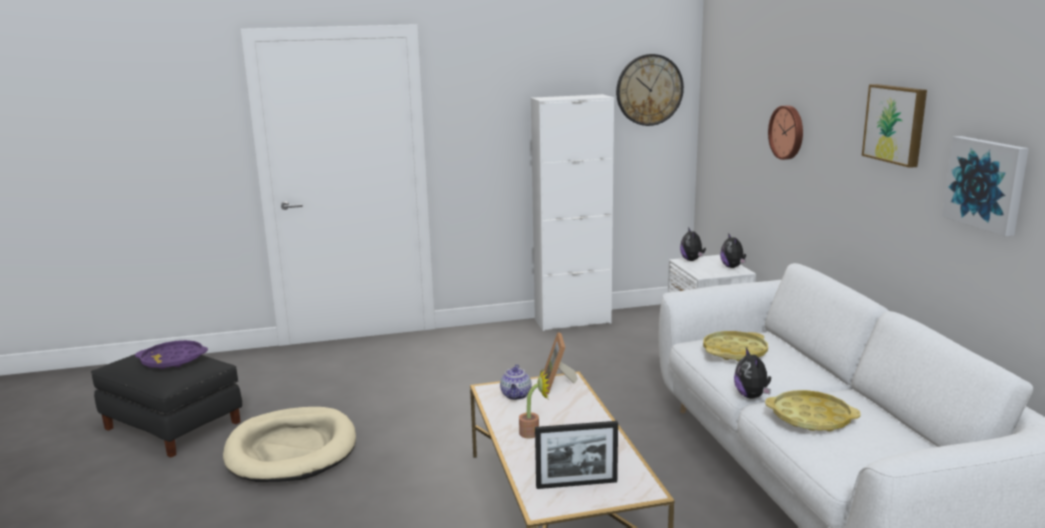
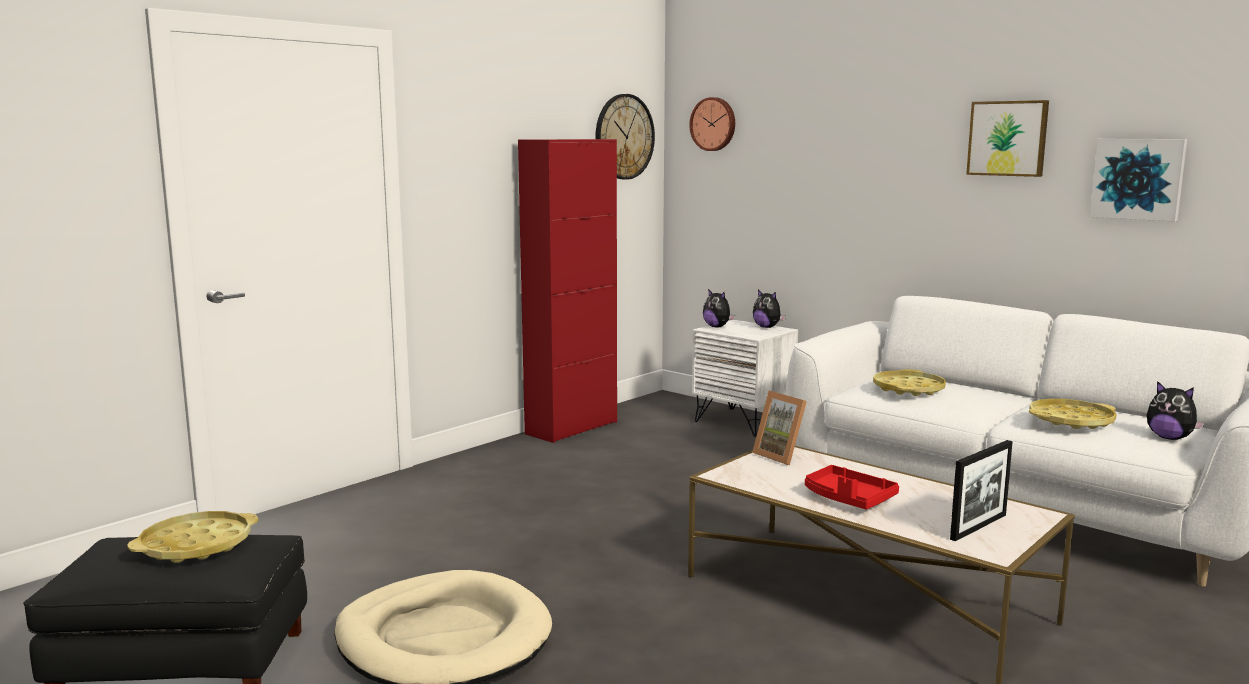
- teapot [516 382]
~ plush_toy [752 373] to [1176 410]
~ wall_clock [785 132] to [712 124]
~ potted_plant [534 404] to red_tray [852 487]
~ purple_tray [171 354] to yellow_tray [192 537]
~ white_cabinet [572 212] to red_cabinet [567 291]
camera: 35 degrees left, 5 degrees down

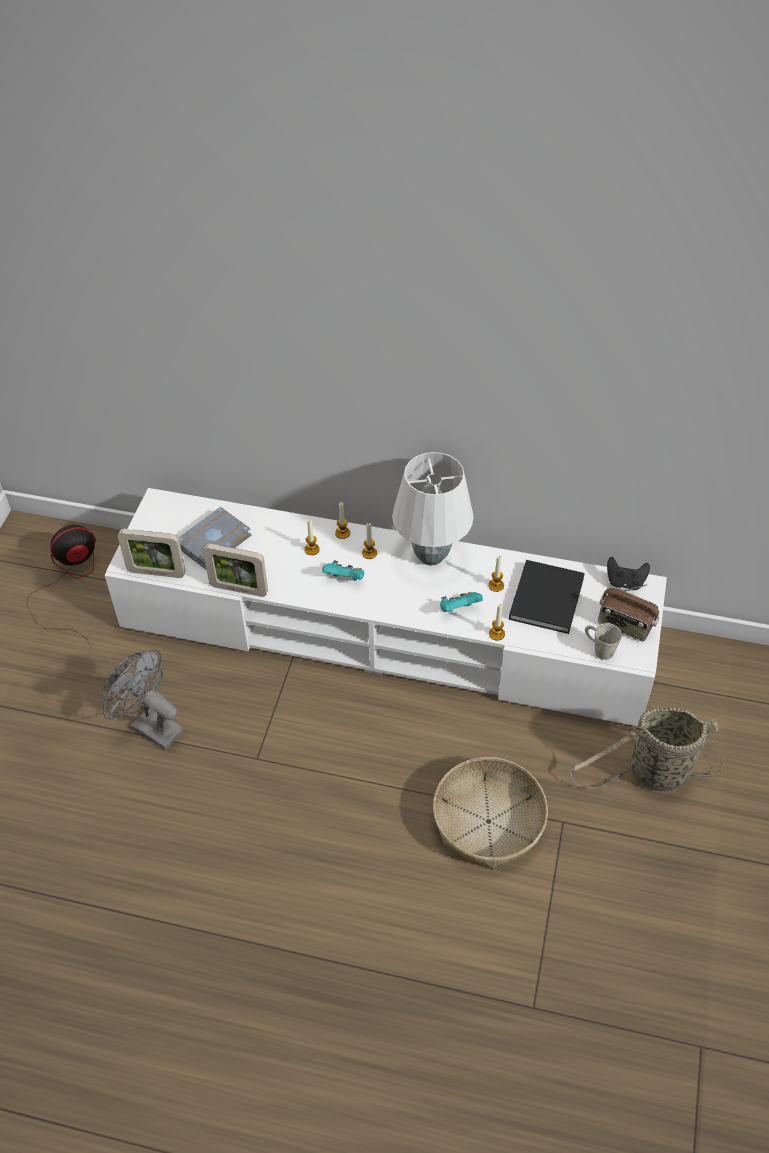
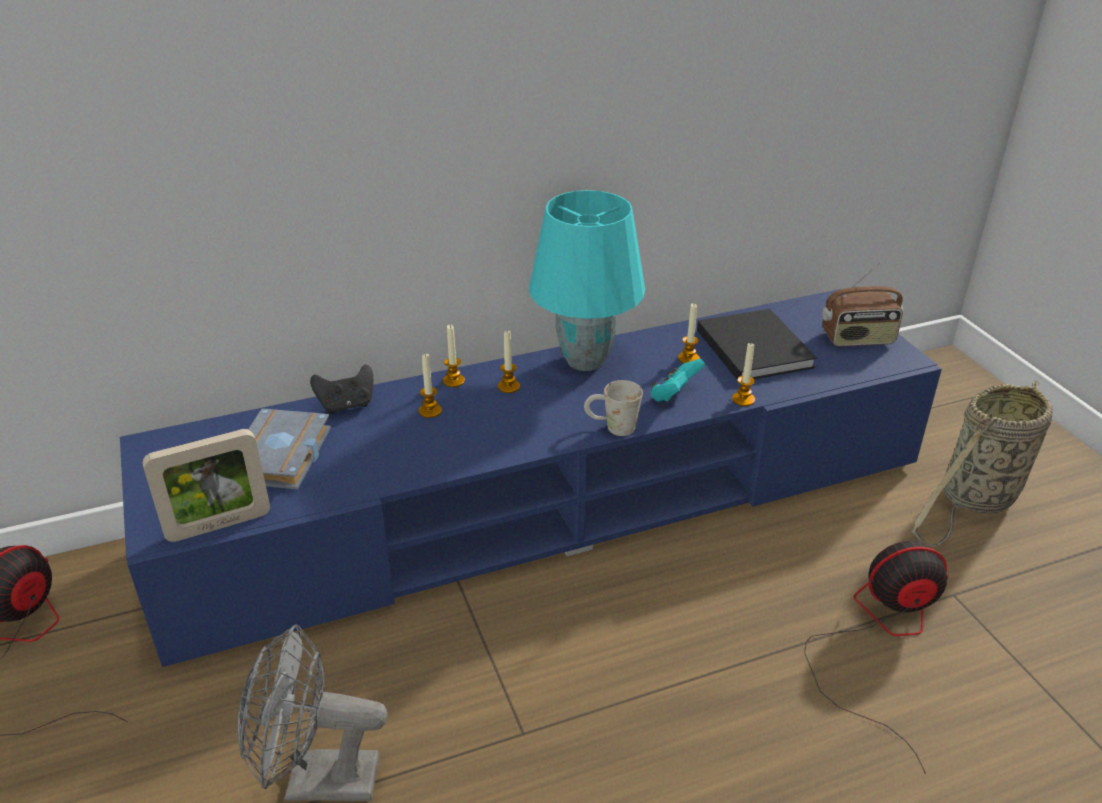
- picture_frame [235 570]
- turquoise_game_controller [343 570]
~ white_mug [603 641] to [613 408]
~ black_game_controller [628 573] to [341 389]
~ basket [490 813] to fan [876 657]
~ white_tv_stand [385 607] to blue_tv_stand [531 478]
~ white_table_lamp [433 508] to turquoise_table_lamp [587 280]
camera: 35 degrees left, 15 degrees down

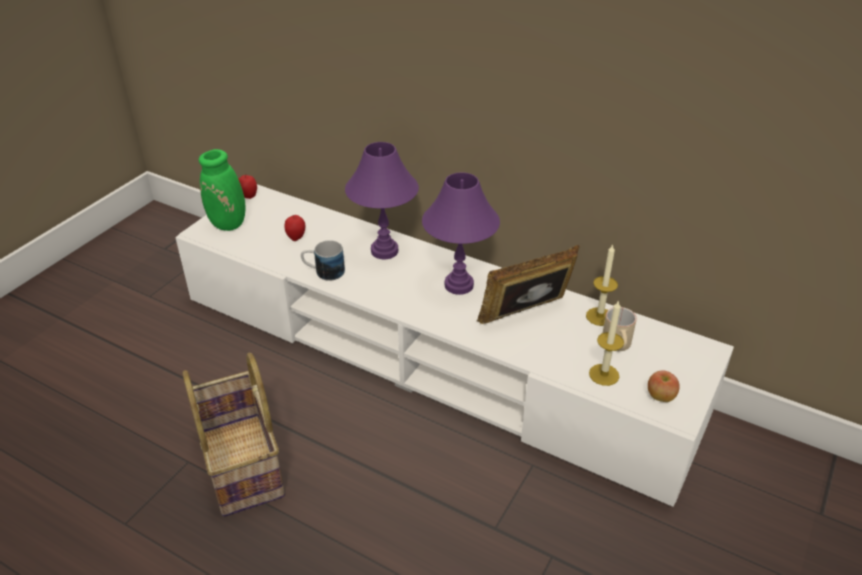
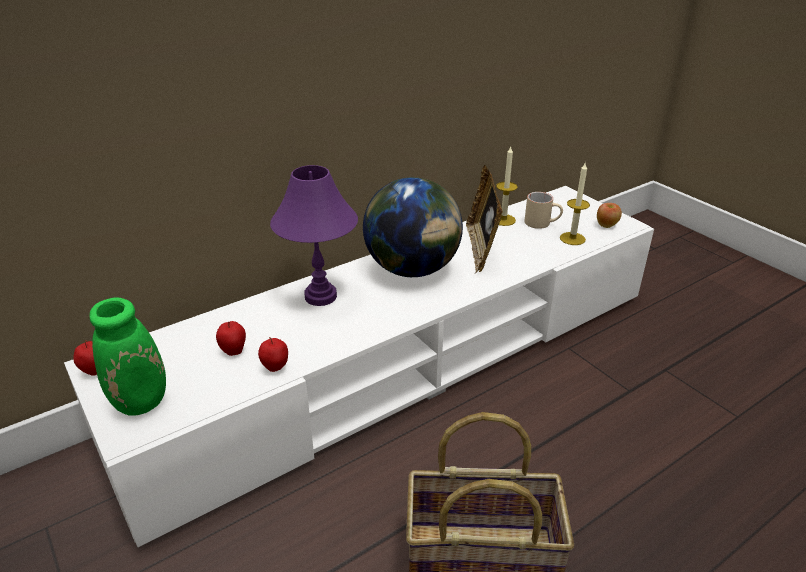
- mug [323 260]
+ apple [273 354]
~ purple_table_lamp [461 233] to globe [413 227]
camera: 65 degrees left, 5 degrees down

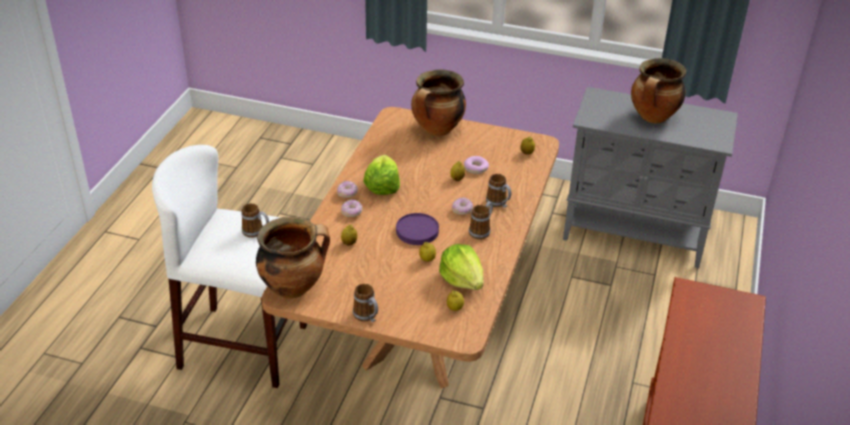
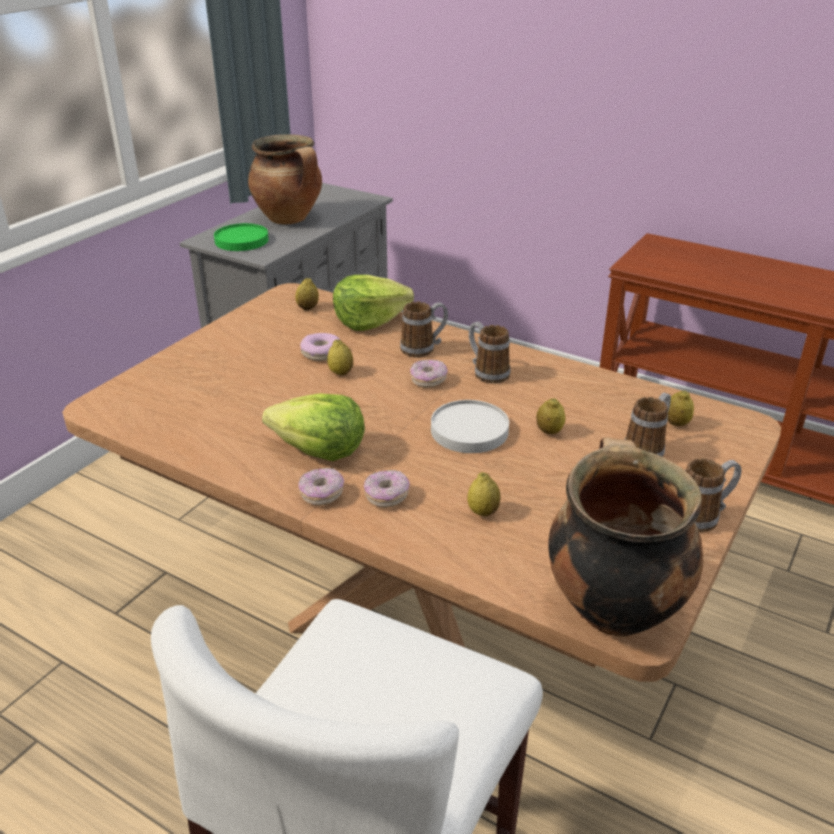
- cooking_pot [438 102]
+ green_plate [241 237]
~ mug [255 220] to [648 425]
~ lettuce [461 267] to [373 303]
~ purple_plate [417 229] to white_plate [470 426]
camera: 75 degrees left, 5 degrees down

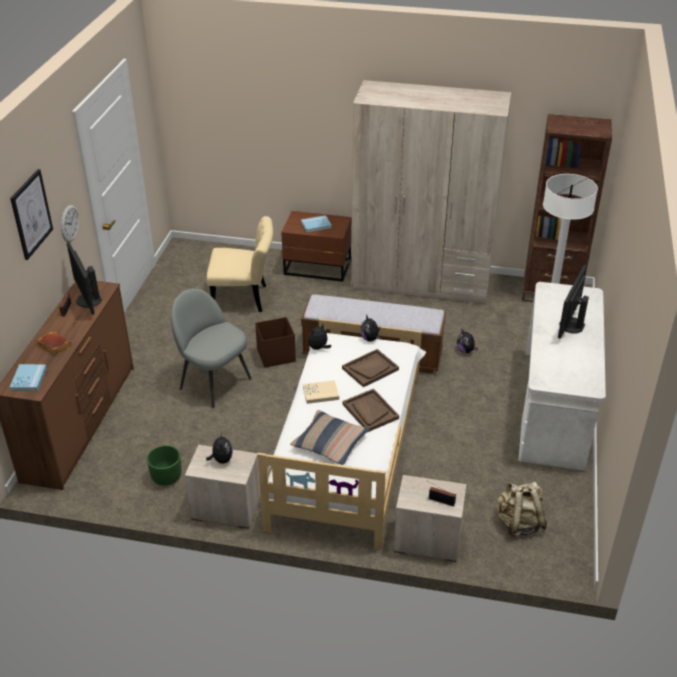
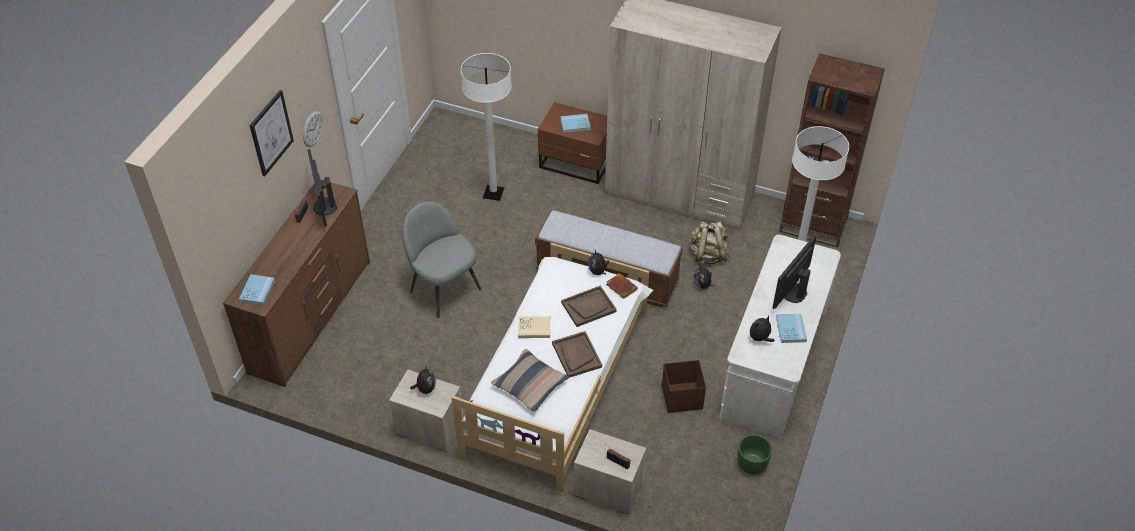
+ blue_book [791 328]
~ brown_book [54 342] to [622 286]
~ green_planter [164 465] to [754 454]
~ brown_storage_box [275 342] to [684 386]
~ plush_toy [319 337] to [762 329]
~ beige_backpack [522 509] to [709 242]
~ beige_chair [240 264] to white_floor_lamp [486 127]
camera: 10 degrees right, 10 degrees up

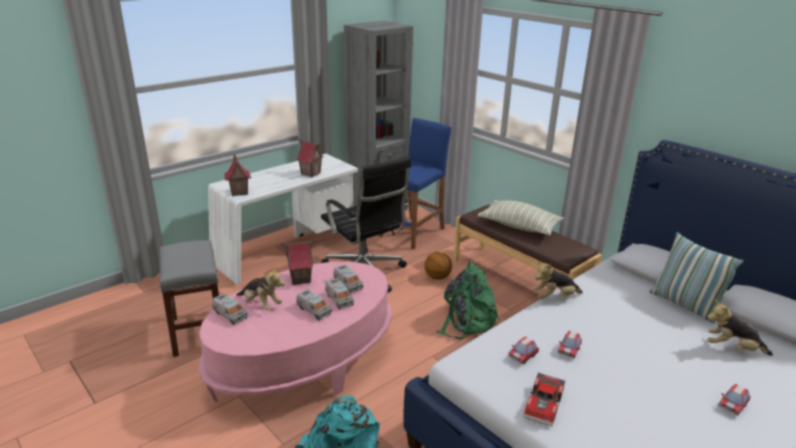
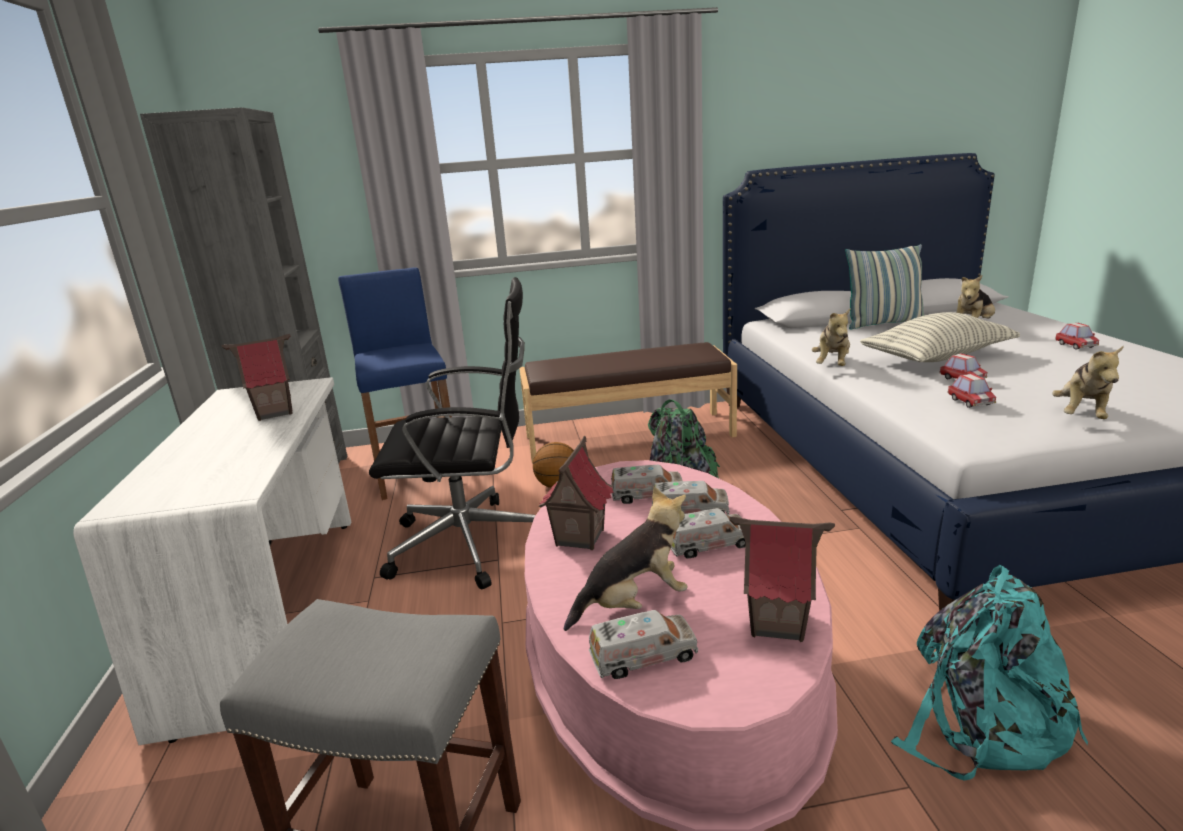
~ toy_house [237 174] to [782 579]
~ pillow [521 218] to [940 337]
~ toy_car [544 399] to plush_toy [1088 382]
camera: 55 degrees left, 5 degrees down

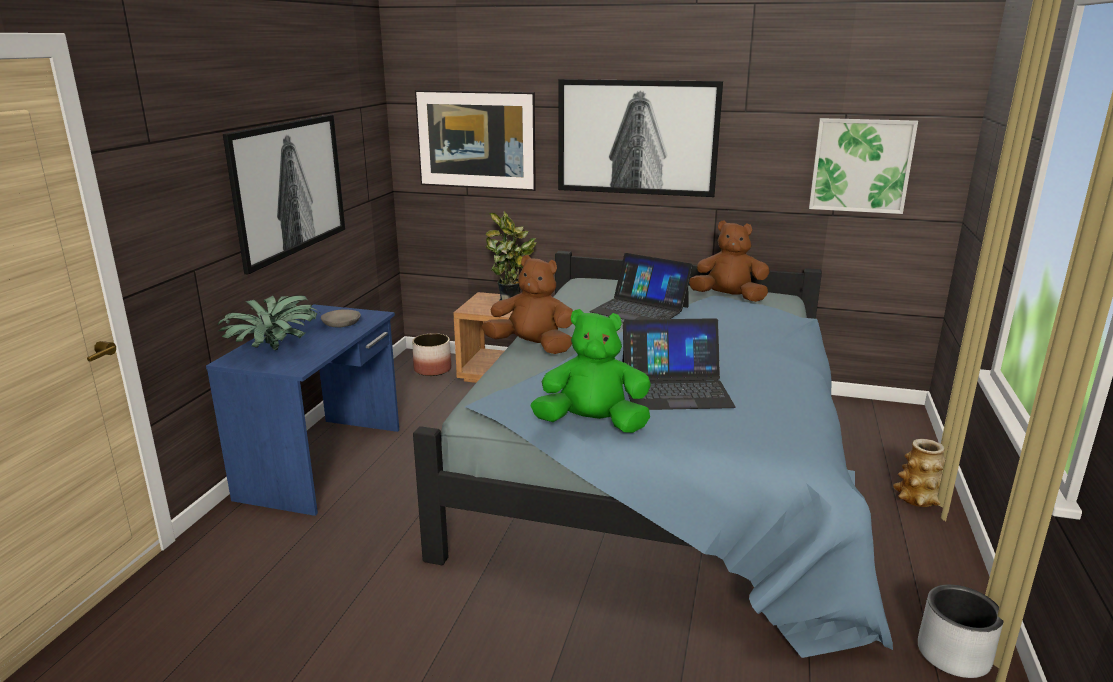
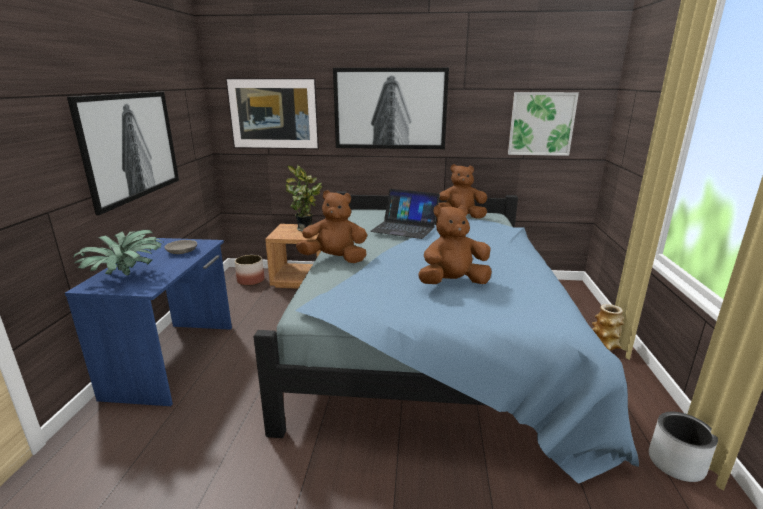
- green_plush_toy [591 371]
~ laptop [678 364] to brown_plush_toy [455 244]
camera: 10 degrees left, 0 degrees up

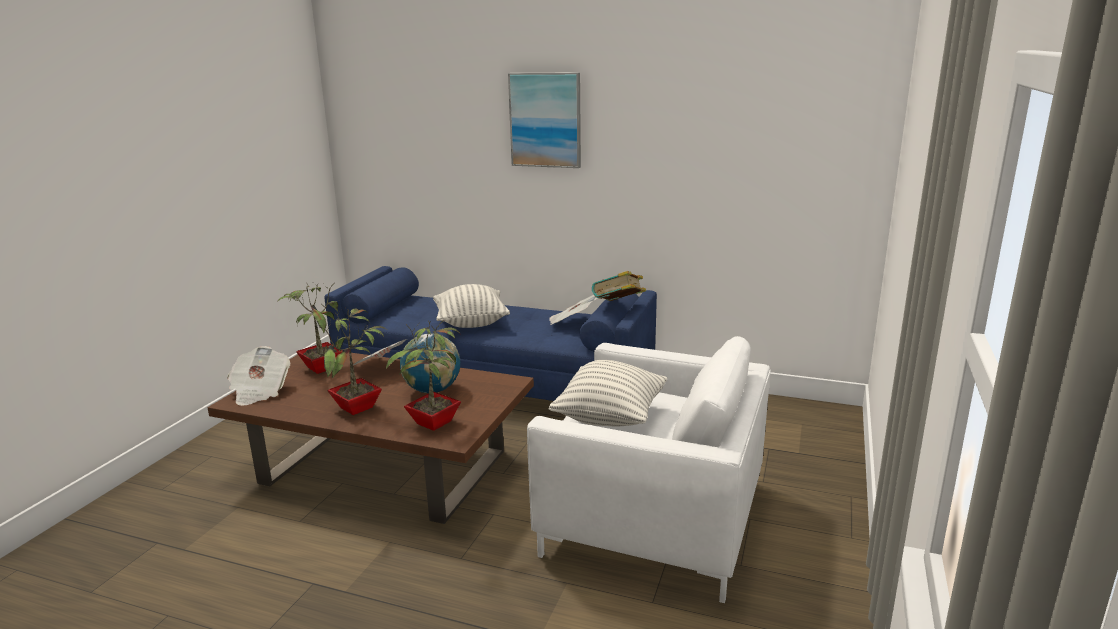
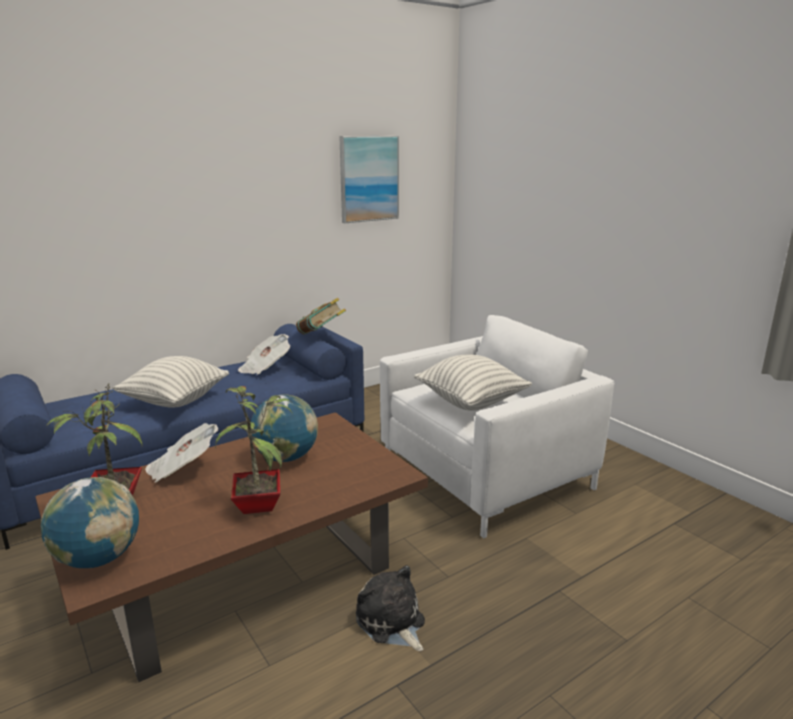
- potted_plant [423 375]
+ plush_toy [390 608]
~ picture [544 120] to [369 179]
~ newspaper [258 376] to globe [90 522]
camera: 55 degrees left, 0 degrees up

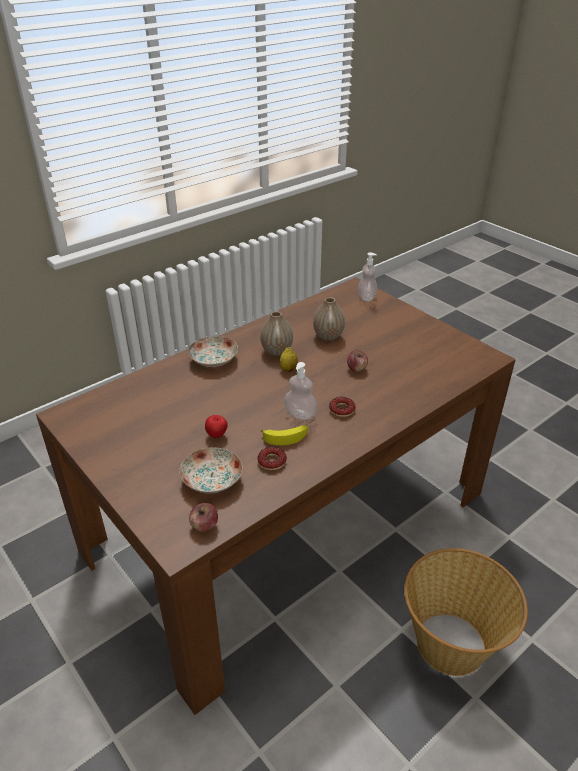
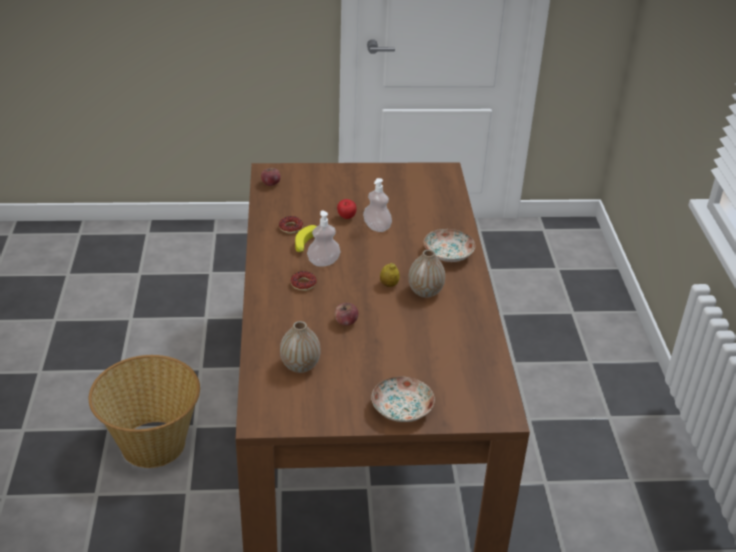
~ plate [210 470] to [403 399]
~ vase [329 319] to [300 347]
~ soap_dispenser [367 277] to [377 205]
camera: 125 degrees right, 0 degrees up

